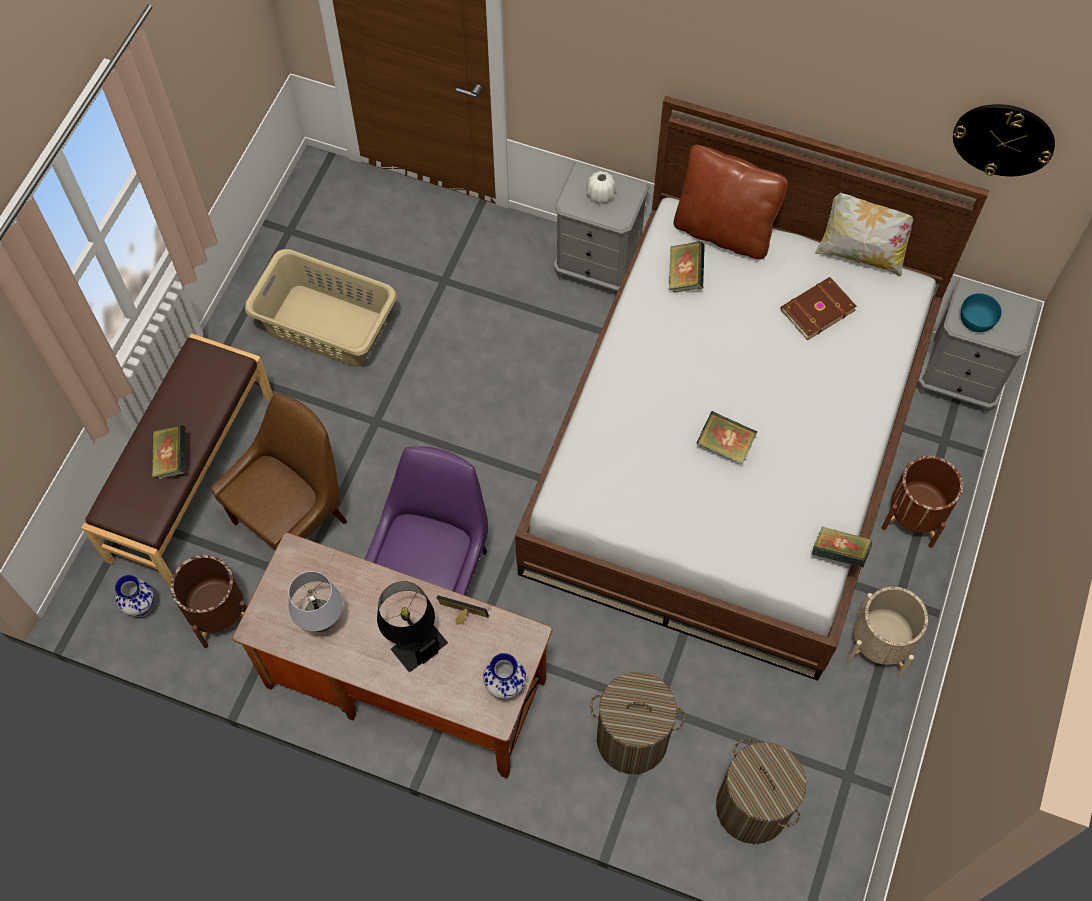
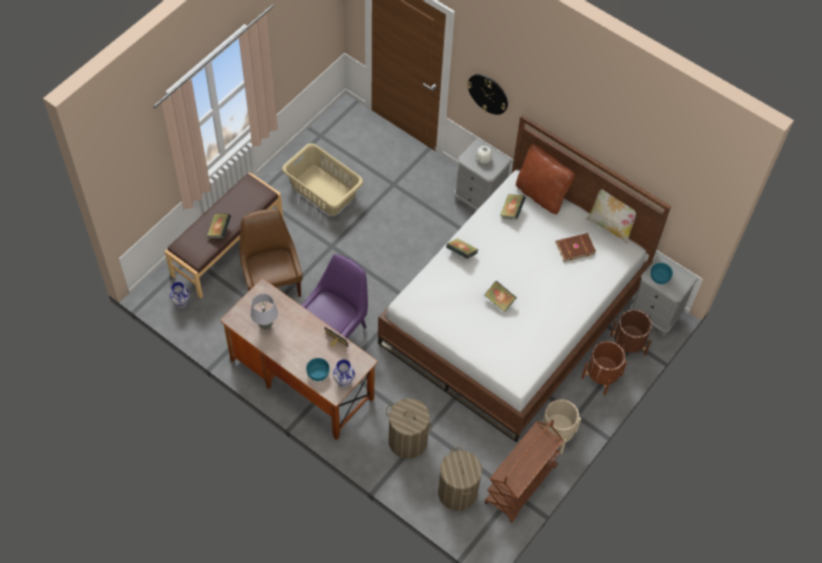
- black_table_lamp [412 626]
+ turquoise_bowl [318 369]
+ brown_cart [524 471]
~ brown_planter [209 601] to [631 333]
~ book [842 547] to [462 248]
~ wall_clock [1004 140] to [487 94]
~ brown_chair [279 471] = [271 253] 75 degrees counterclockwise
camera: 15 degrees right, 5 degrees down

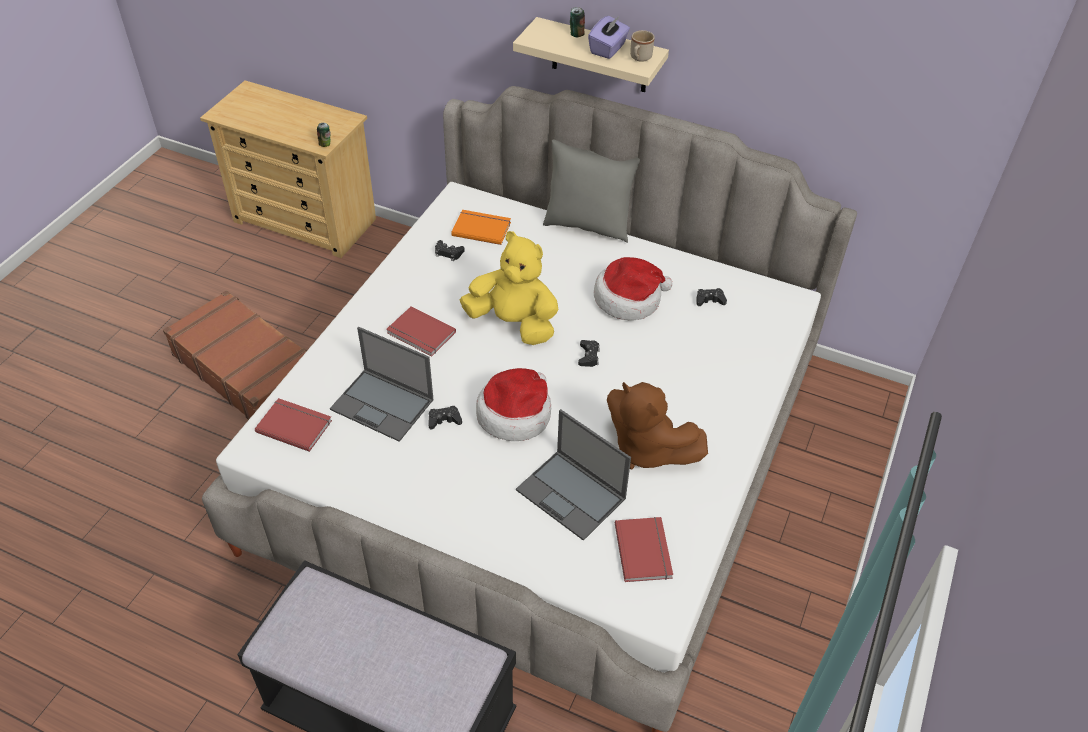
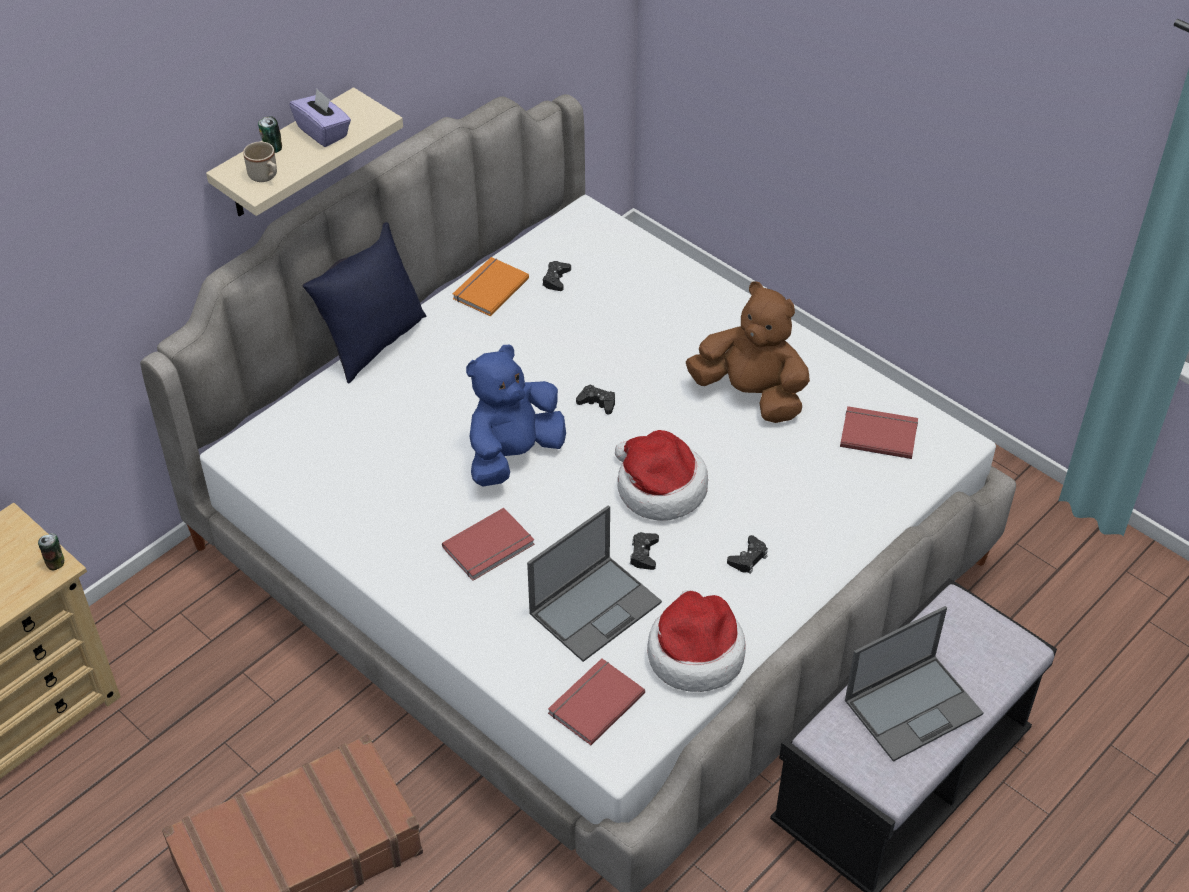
~ black_game_controller [450 250] to [747 554]
~ orange_book [481 227] to [491 286]
~ laptop [573 475] to [914 684]
~ hat [633 289] to [696 641]
~ beige_mug [642 46] to [260 162]
~ yellow_plush_toy [509 288] to blue_plush_toy [516 415]
~ grey_pillow [591 191] to blue_pillow [365 303]
~ brown_plush_toy [657 425] = [748 352] 120 degrees counterclockwise
camera: 70 degrees left, 0 degrees up

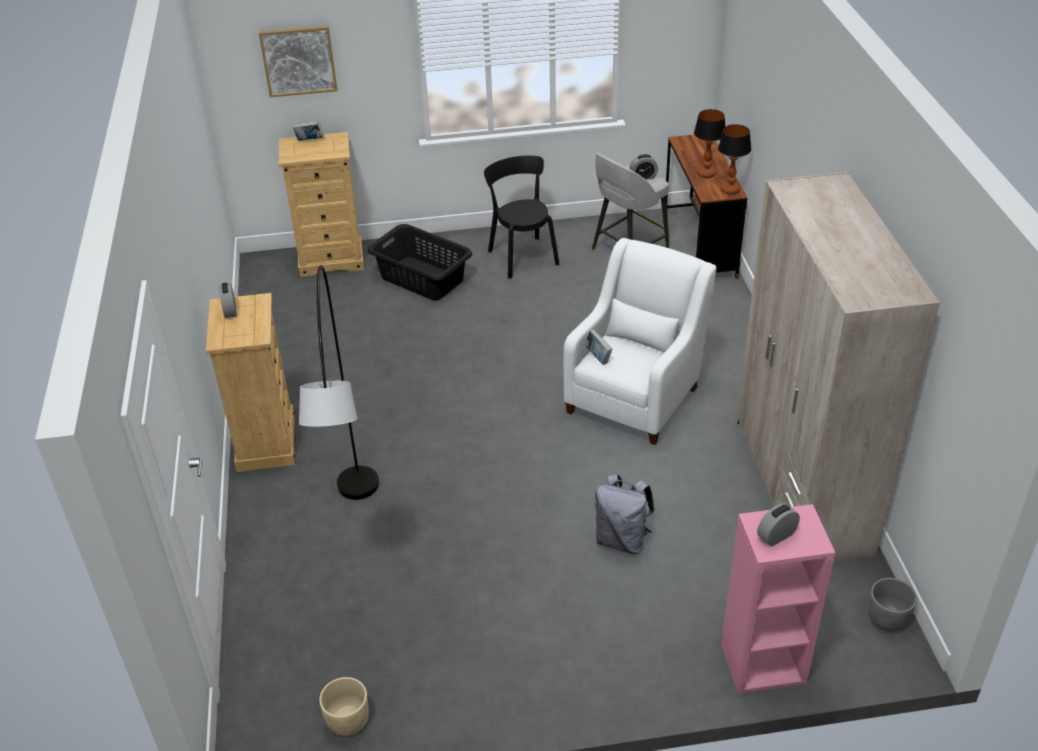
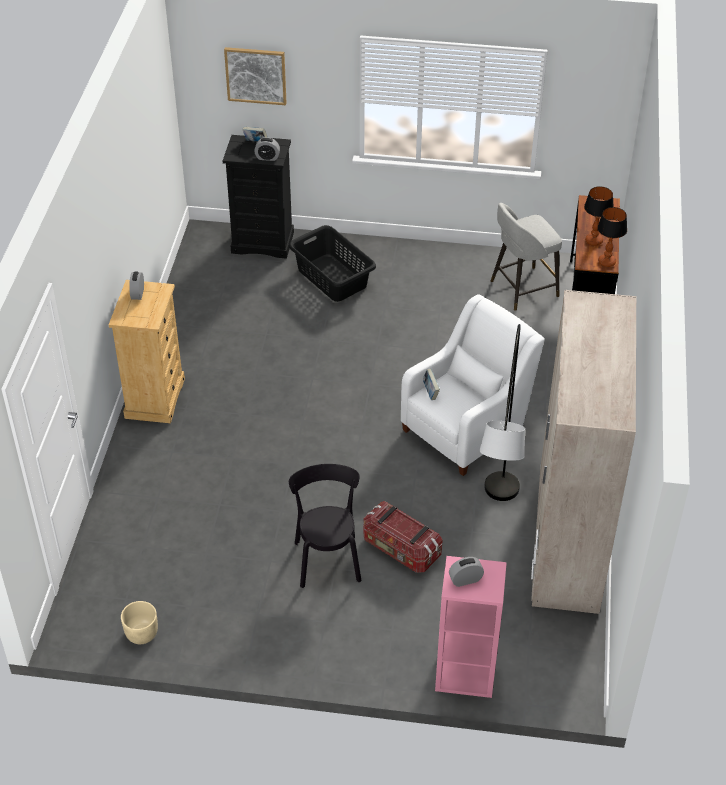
- grey_planter [892 605]
~ grey_floor_lamp [339 382] to [502 412]
~ black_chair [521 217] to [325 526]
~ alarm_clock [644 167] to [267 149]
~ grey_backpack [625 514] to storage_box [402 537]
~ beige_dresser [321 204] to black_dresser [258 197]
camera: 15 degrees right, 5 degrees up

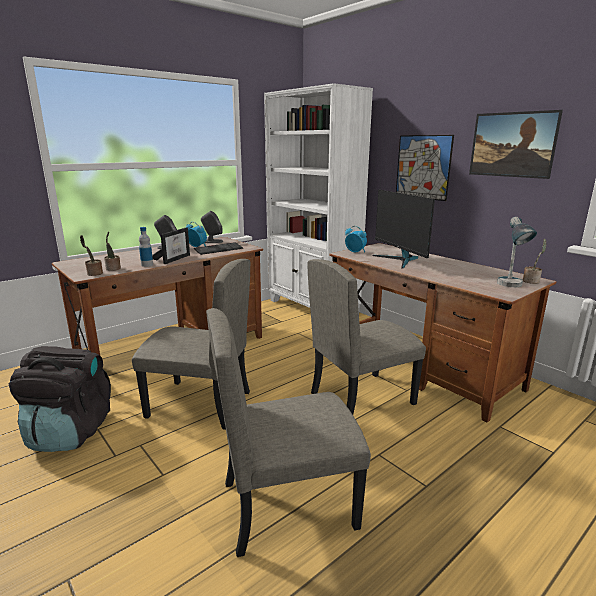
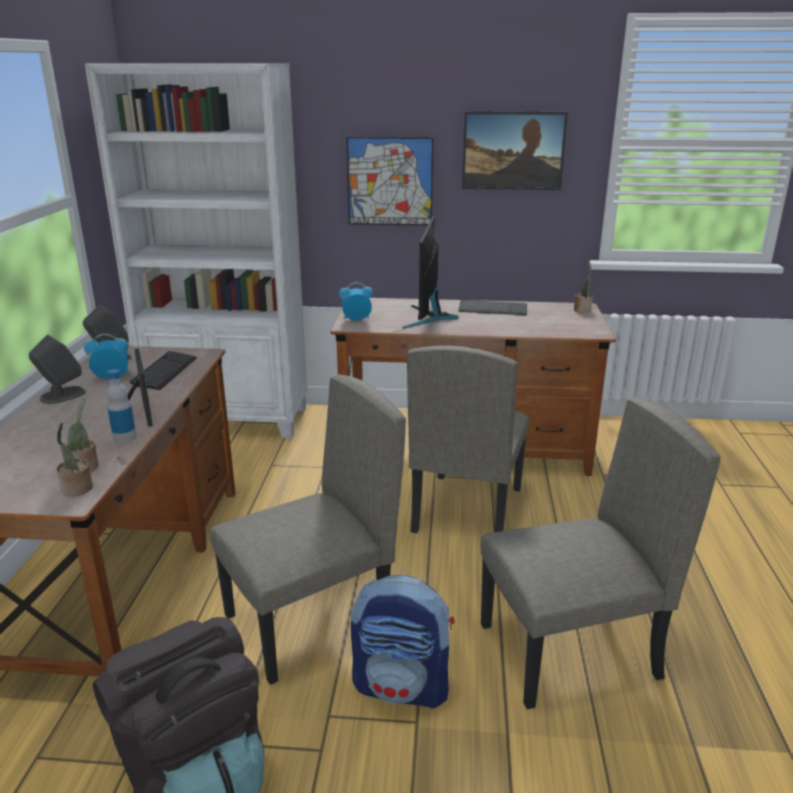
- table_lamp [517 252]
+ backpack [403 642]
+ keyboard [492 307]
~ beige_chair [288 432] = [600 553] 135 degrees counterclockwise
~ monitor [404 229] = [430 272] 75 degrees clockwise
camera: 45 degrees left, 5 degrees up

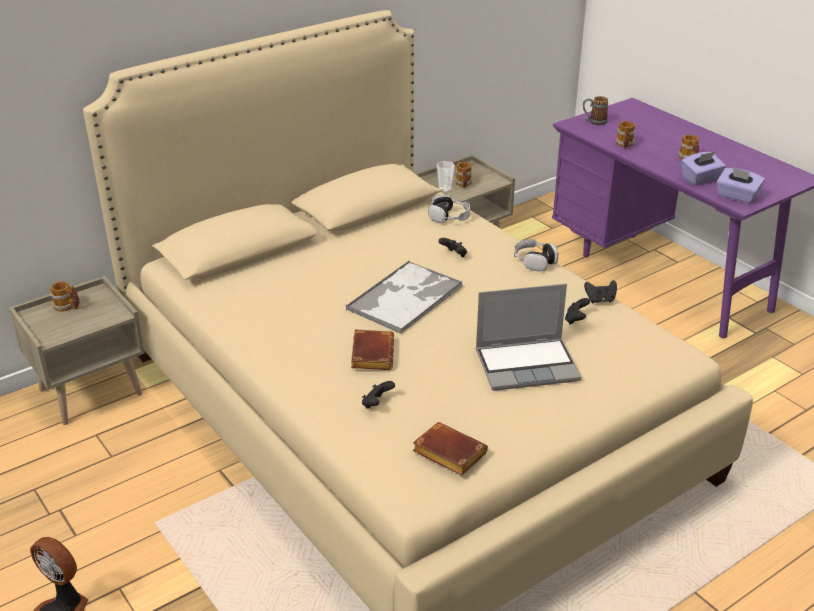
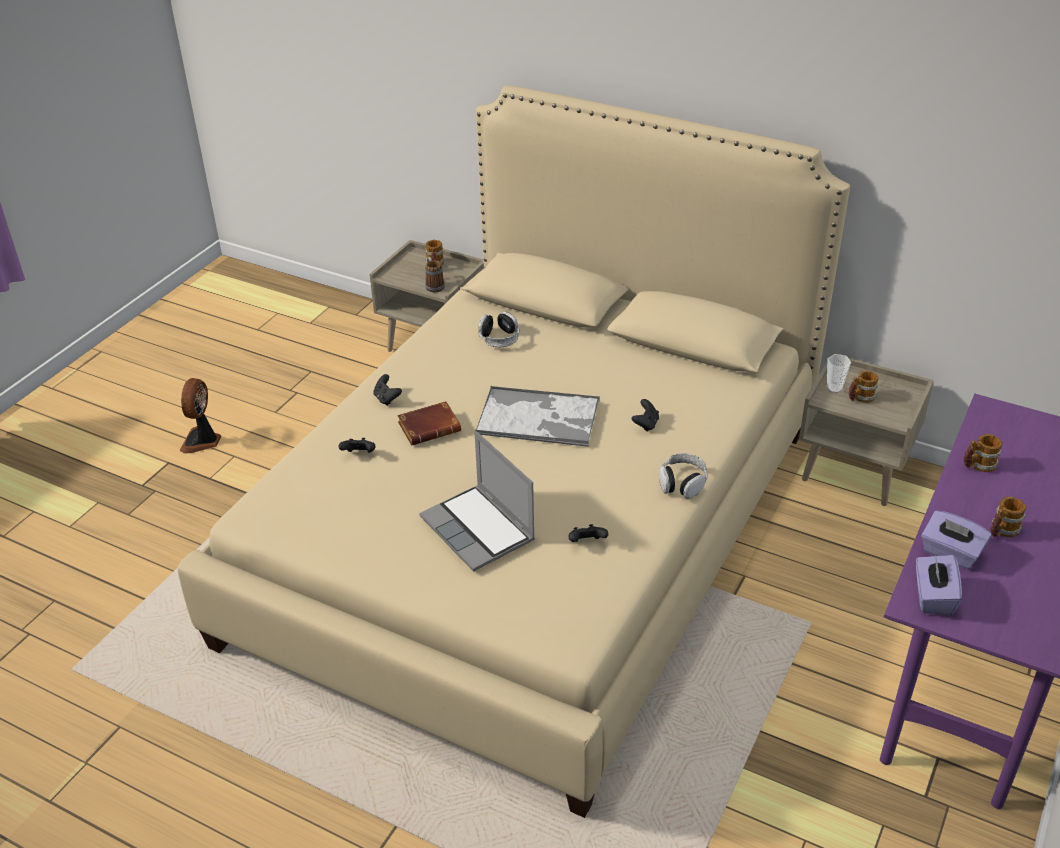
- brown_book [450 449]
~ headphones [449 209] to [499 329]
~ mug [595 110] to [435 274]
~ black_game_controller [600 291] to [387 390]
camera: 65 degrees right, 5 degrees up

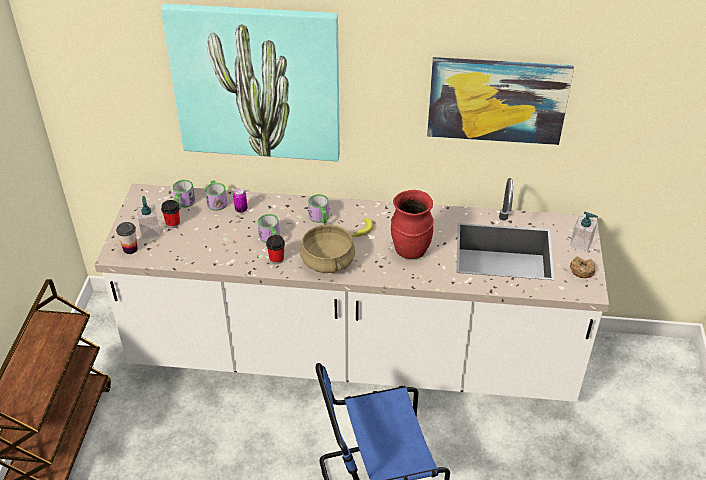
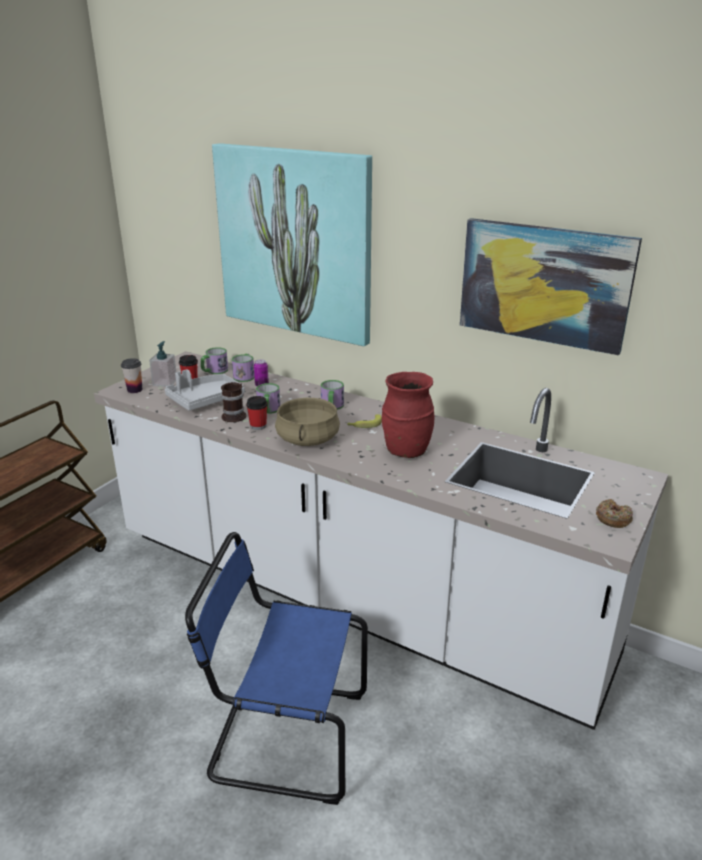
- soap_dispenser [584 232]
+ grey_tray [205 390]
+ mug [234 402]
camera: 25 degrees right, 15 degrees down

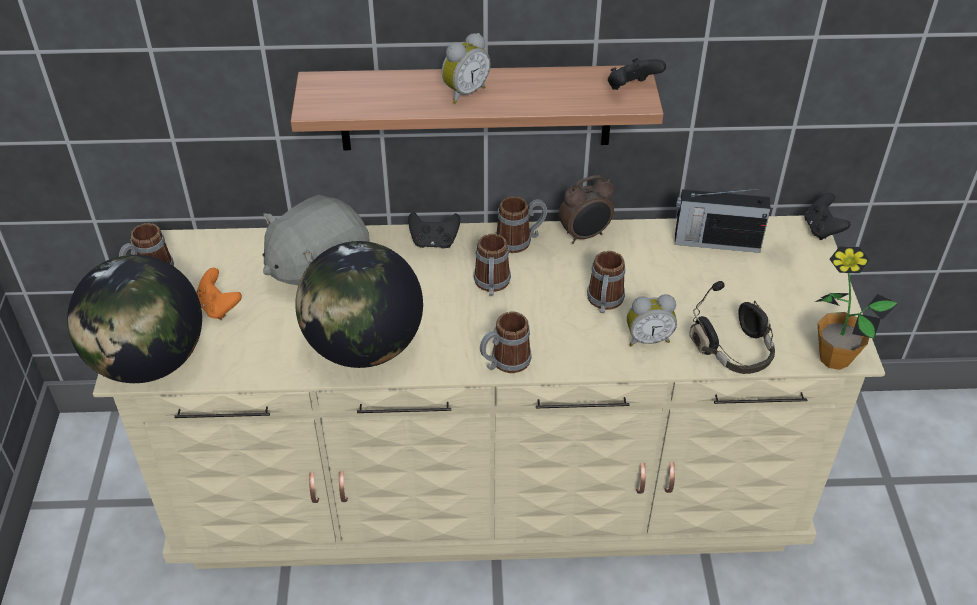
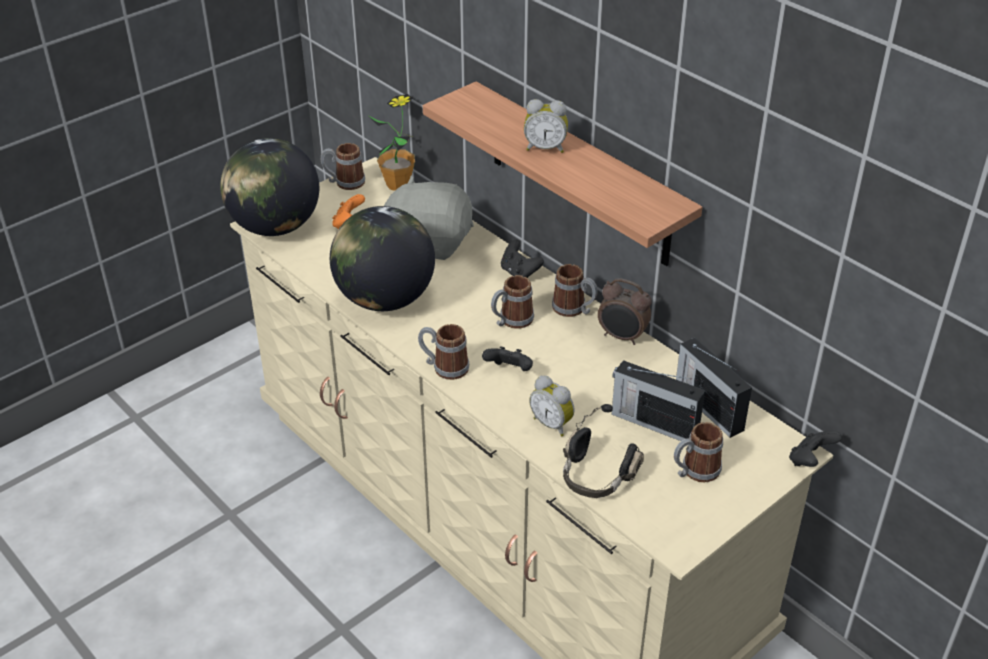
+ radio [658 400]
~ mug [606 282] to [698 452]
~ black_game_controller [637 74] to [507 358]
~ potted_plant [856 308] to [392 142]
camera: 50 degrees right, 5 degrees down

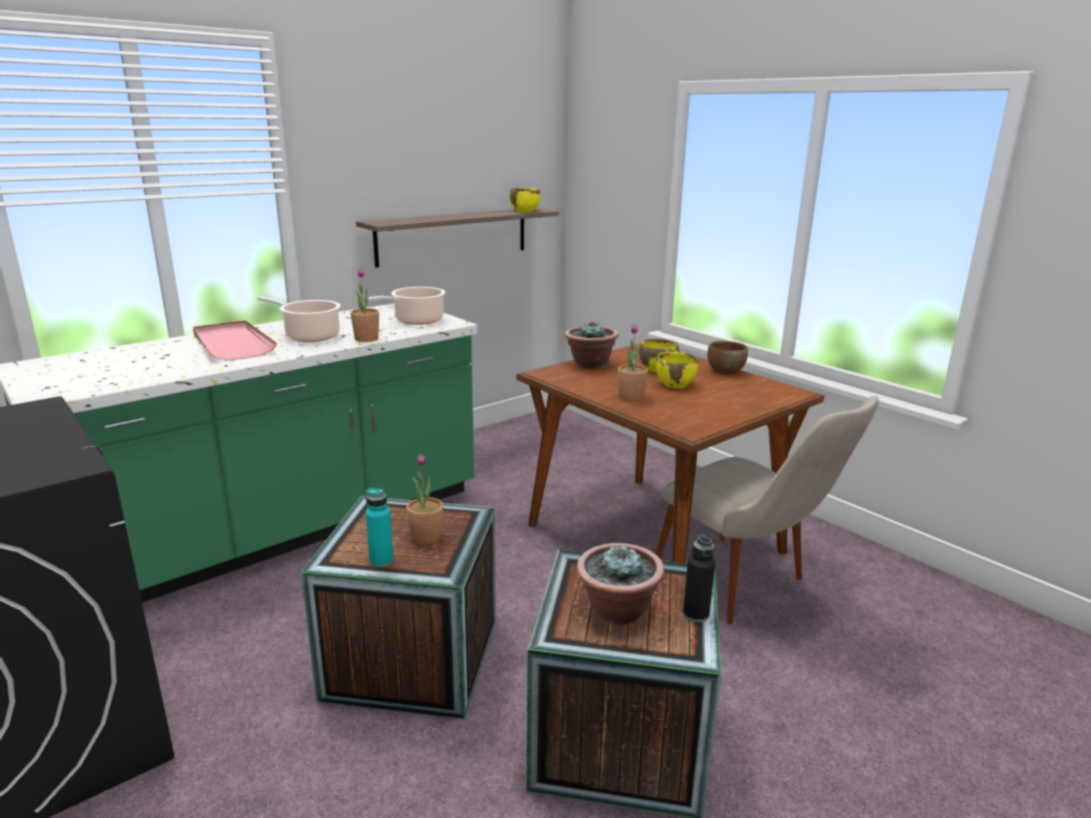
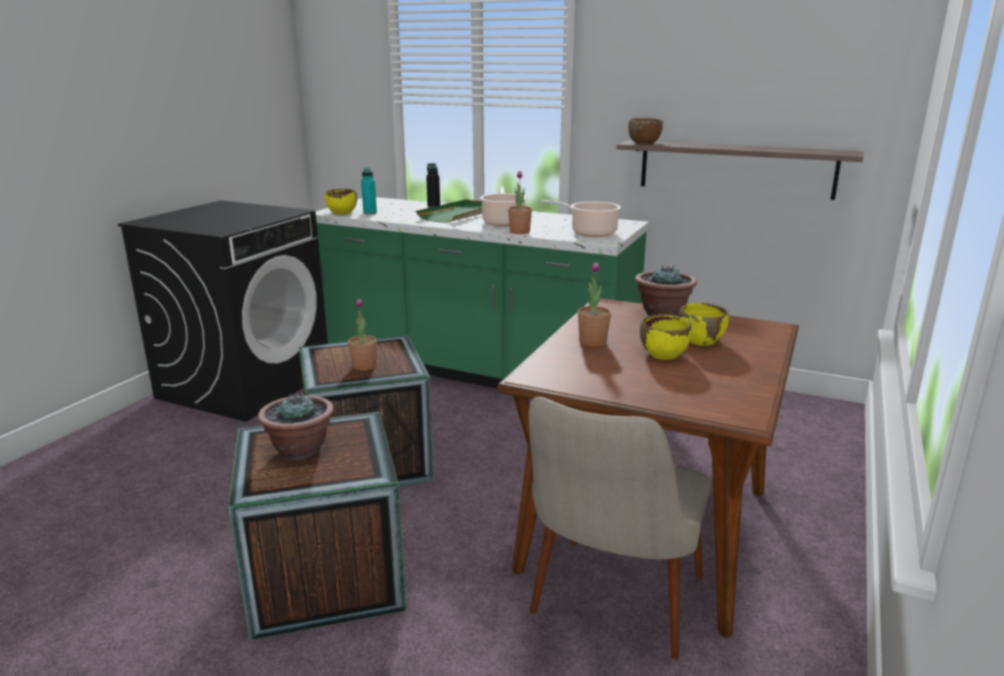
~ turquoise_bottle [380 528] to [369 190]
~ yellow_bowl [524 200] to [341 201]
~ black_bottle [699 578] to [433 185]
~ brown_bowl [727 358] to [645 131]
~ pink_tray [235 340] to green_tray [449 211]
camera: 65 degrees right, 0 degrees up

